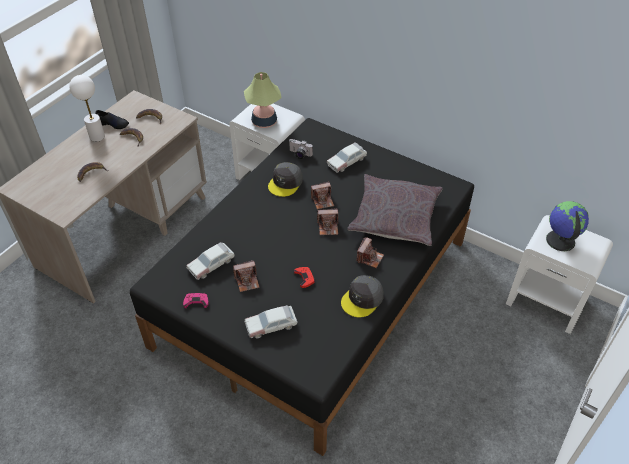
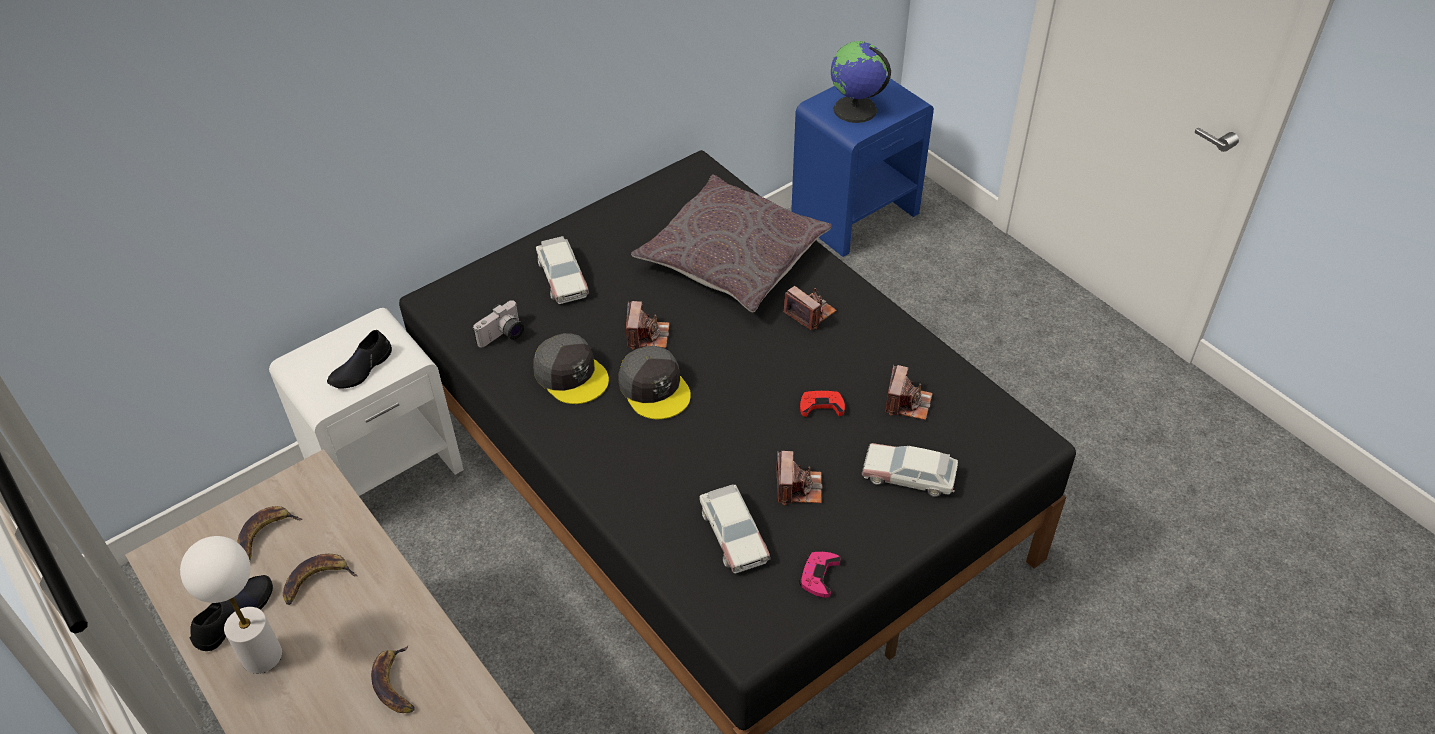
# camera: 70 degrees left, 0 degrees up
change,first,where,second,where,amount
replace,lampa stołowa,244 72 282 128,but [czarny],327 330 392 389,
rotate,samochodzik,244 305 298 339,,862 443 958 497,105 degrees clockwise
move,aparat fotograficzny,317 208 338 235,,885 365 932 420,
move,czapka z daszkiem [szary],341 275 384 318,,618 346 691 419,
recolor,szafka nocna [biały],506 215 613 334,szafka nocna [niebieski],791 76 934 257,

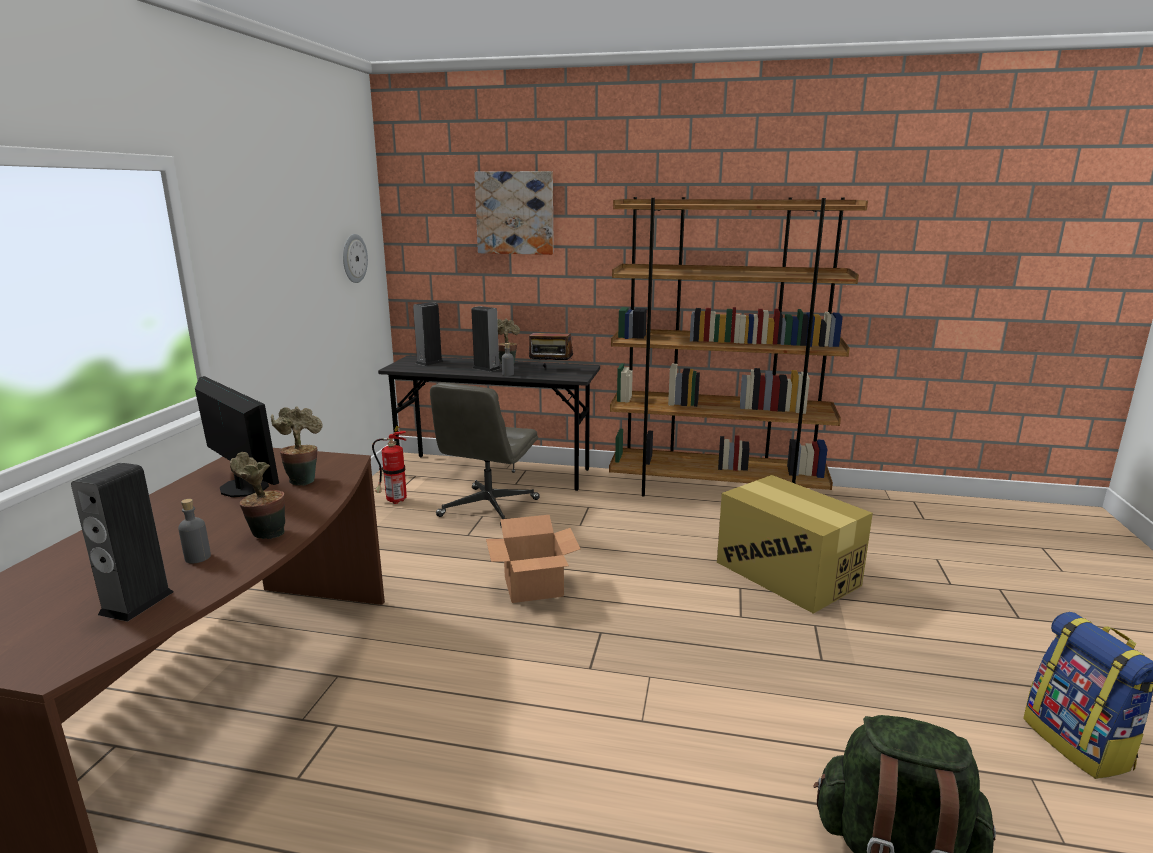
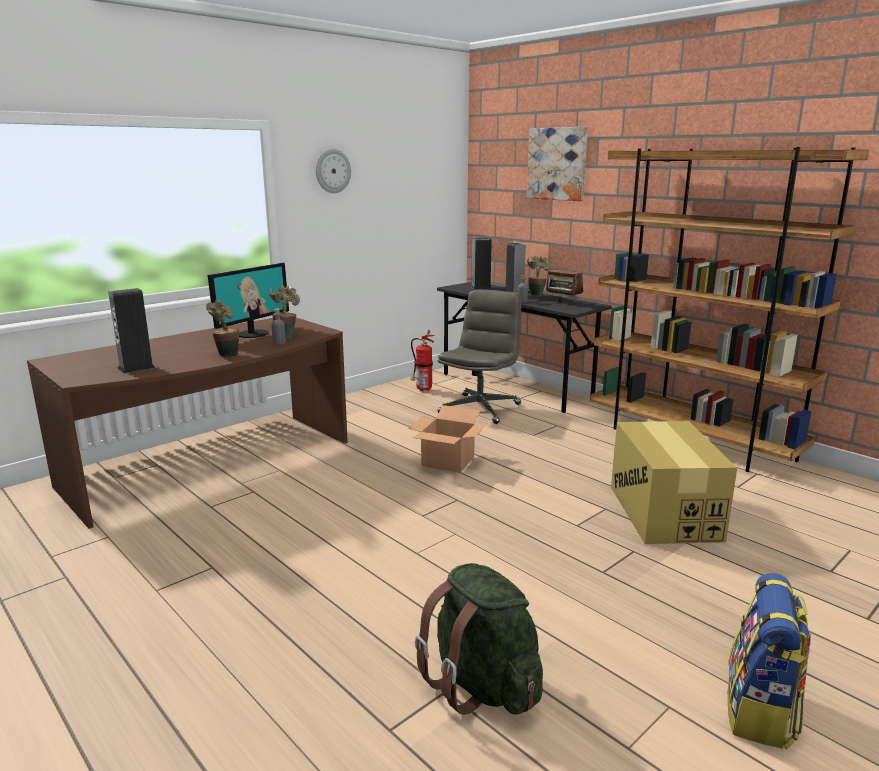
# camera: 35 degrees right, 0 degrees up
change,first,where,second,where,amount
move,butelka [szary],178 499 211 563,,271 308 286 344,
rotate,monitor,195 376 279 497,,208 263 289 338,45 degrees clockwise
move,zegar ścienny,343 234 368 283,,316 149 351 193,
rotate,krzesło biurowe [szary],430 383 540 528,,437 289 522 424,150 degrees clockwise

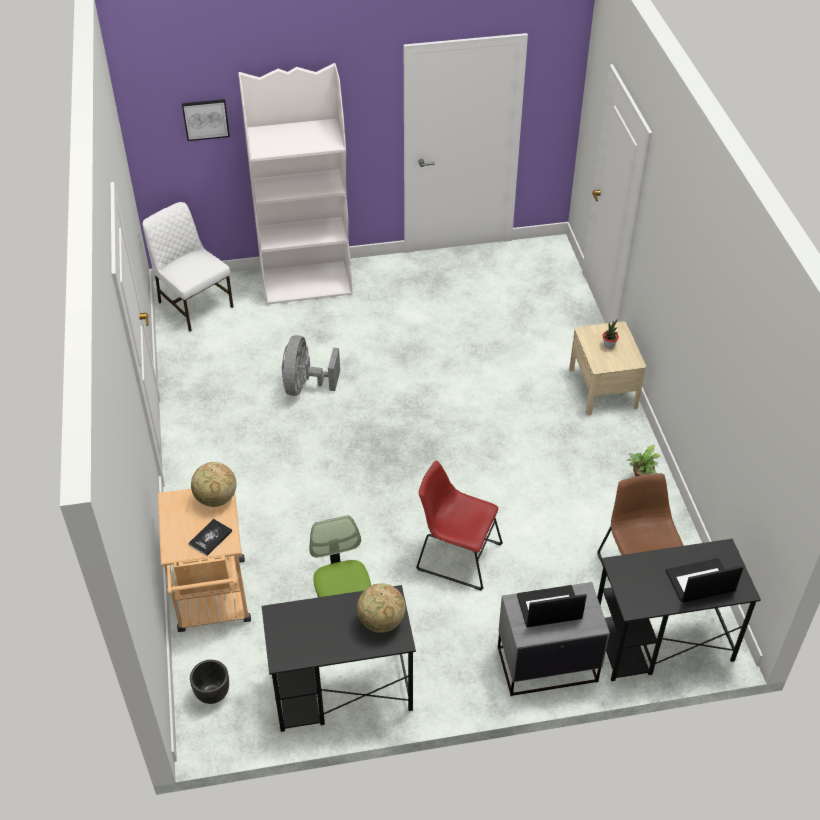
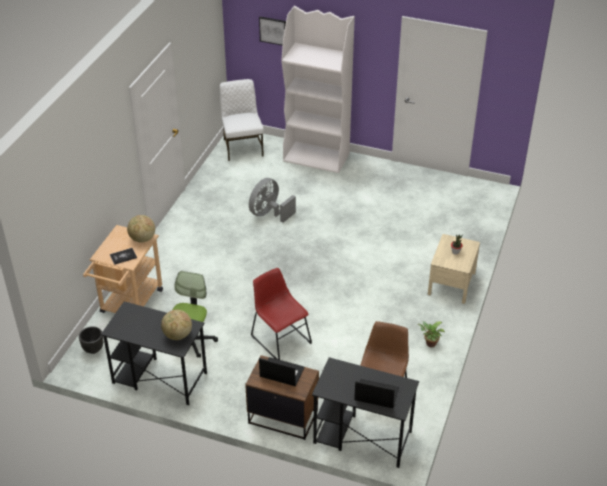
# camera: 30 degrees right, 5 degrees down
change,first,where,second,where,amount
recolor,szafka nocna [szary],498 582 610 696,szafka nocna [brązowy],245 355 319 440,

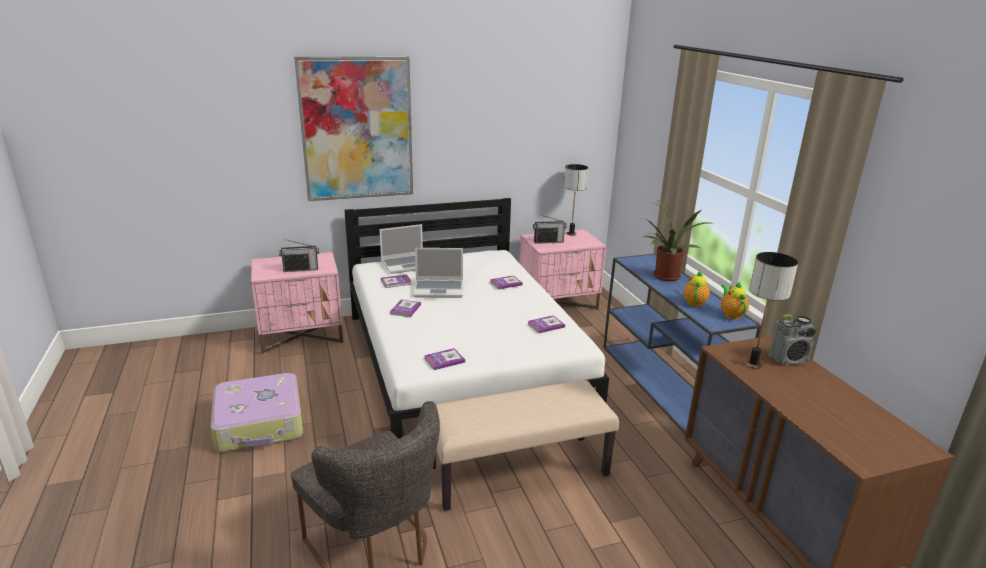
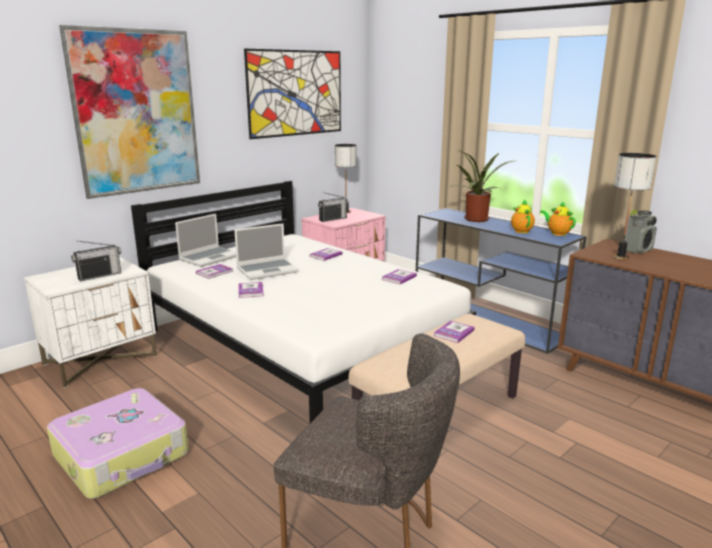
# camera: 25 degrees left, 5 degrees down
change,first,where,second,where,amount
recolor,szafka nocna [różowy],251 252 343 354,szafka nocna [biały],24 257 157 388,
move,książka,424 348 465 370,,434 321 475 343,
insert,,,obraz,244 49 341 139,

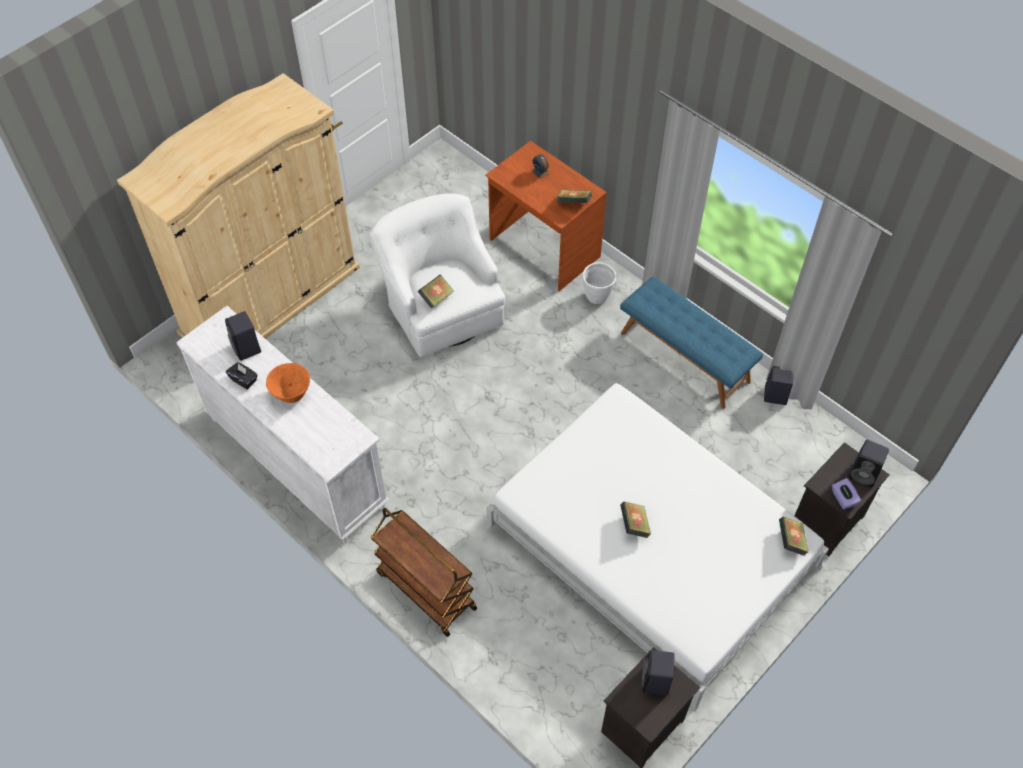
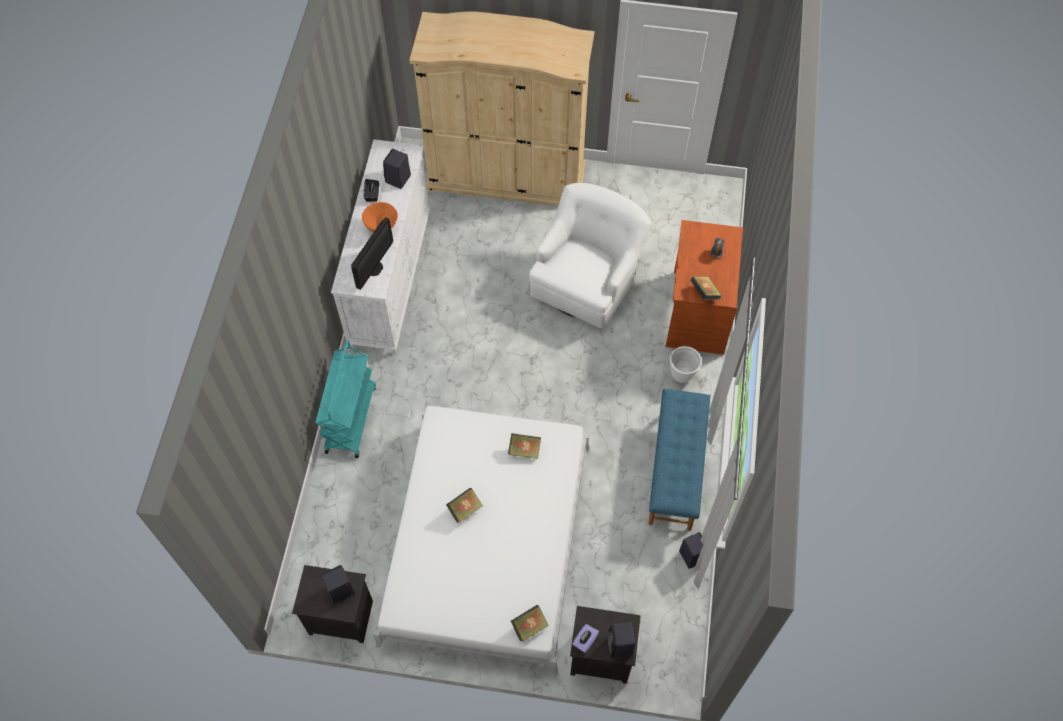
# camera: 55 degrees right, 5 degrees up
change,first,where,second,where,amount
recolor,wózek [brązowy],371 508 477 637,wózek [turkusowy],315 340 376 458,
move,książka,418 274 454 309,,508 433 541 459,
insert,,,monitor,351 217 393 290,

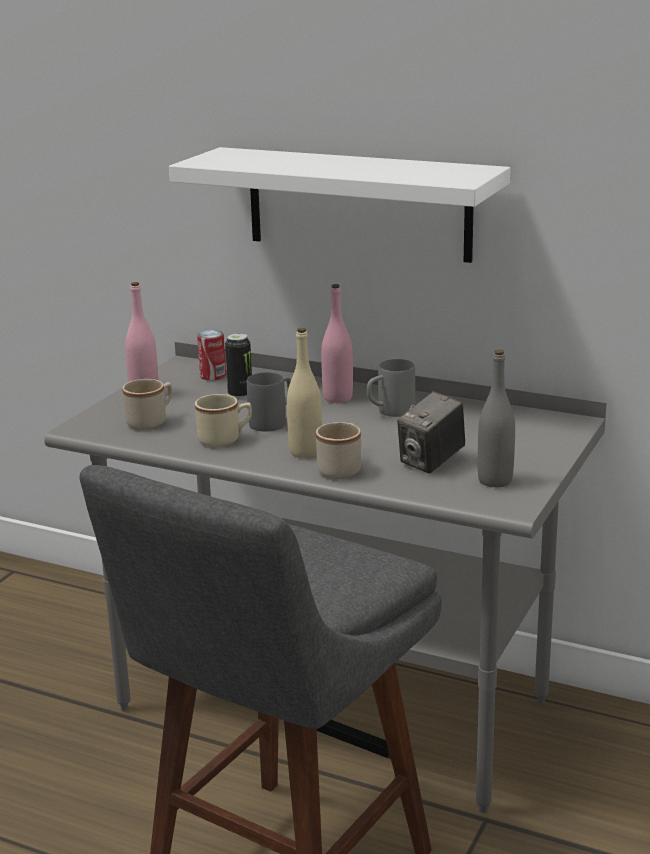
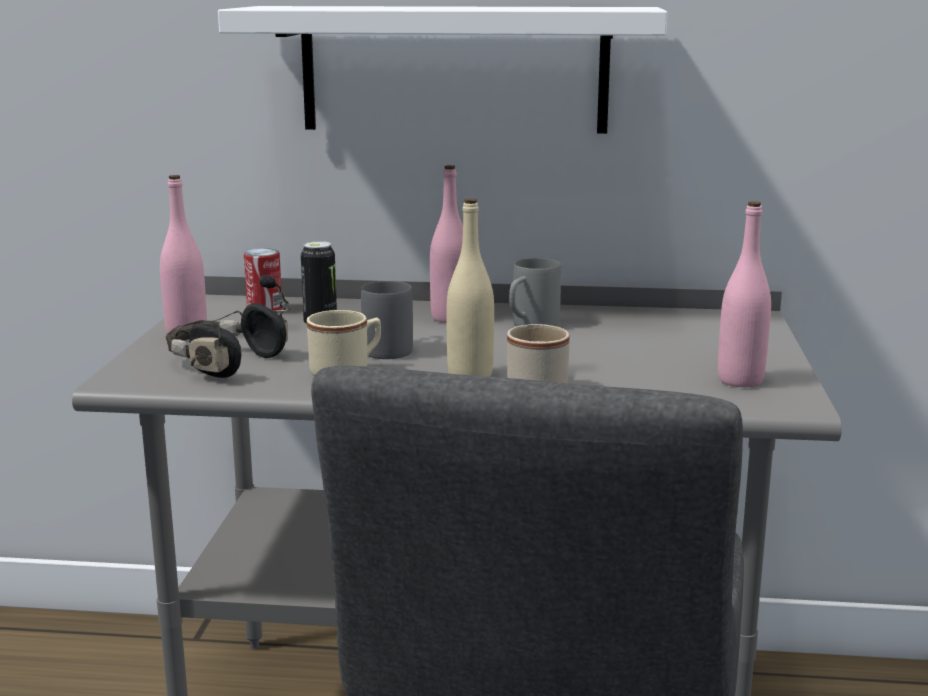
# camera: 20 degrees left, 5 degrees down
change,first,where,second,where,amount
replace,kubek [beżowy],122 379 172 430,słuchawki [czarny],166 275 291 378,
delete,aparat fotograficzny,397 391 465 474,,,
recolor,butelka [szary],478 350 515 487,butelka [różowy],718 201 771 387,

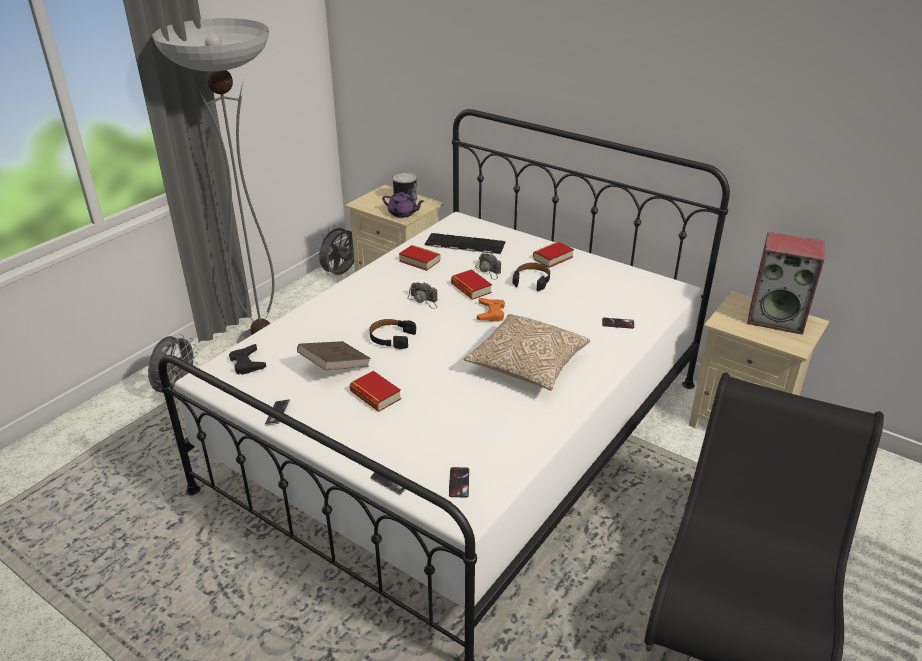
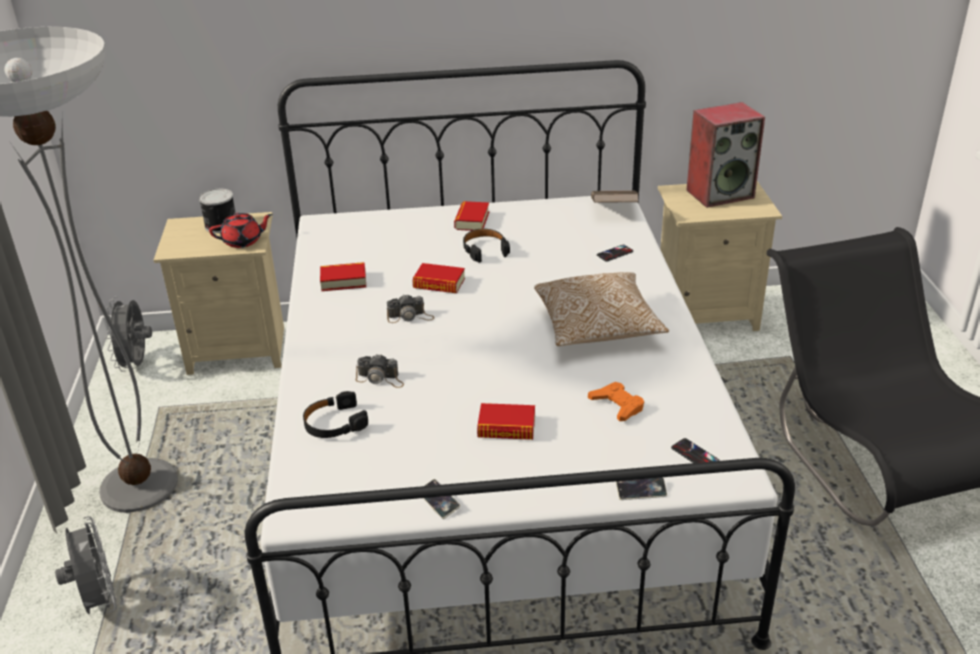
# camera: 40 degrees left, 0 degrees up
change,first,where,second,where,amount
delete,pad do gier [czarny],229 344 266 375,,,
move,książka [brązowy],297 341 371 370,,591 190 639 203,
move,słuchawki [czarny],370 319 416 349,,303 391 368 438,
recolor,imbryk [fioletowy],382 192 424 218,imbryk [czerwony],209 213 272 248,
delete,klawiatura,425 233 505 254,,,
move,aparat fotograficzny,475 253 501 280,,356 354 404 388,
move,pad do gier [pomarańczowy],477 298 505 322,,588 382 644 421,

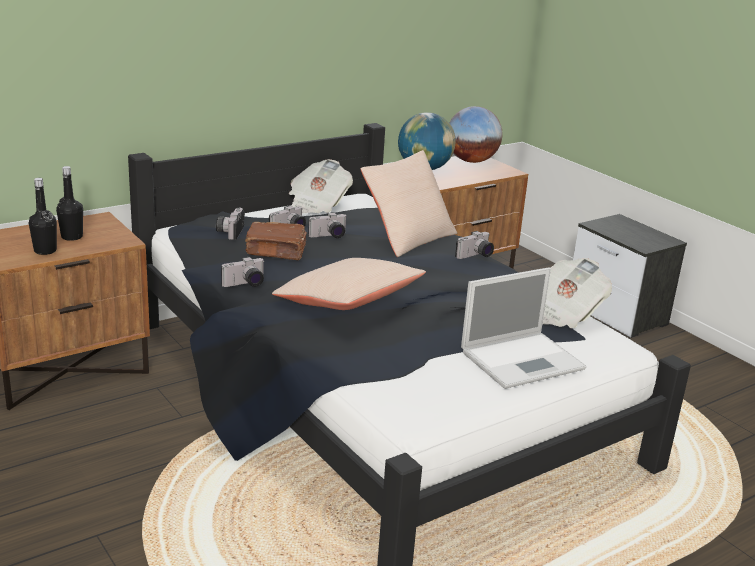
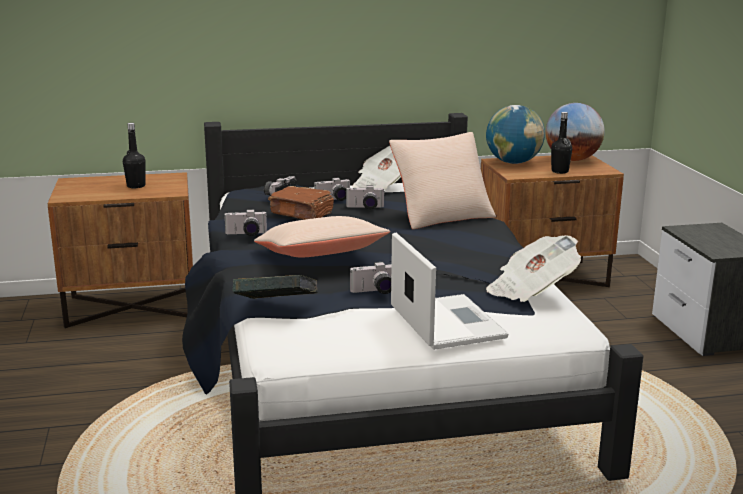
# camera: 25 degrees right, 5 degrees down
change,first,where,second,where,amount
move,butelka [czarny],29 178 57 255,,551 112 572 174,
move,aparat fotograficzny,455 231 494 259,,350 262 392 294,
rotate,laptop,461 267 587 389,,391 233 508 350,105 degrees counterclockwise
insert,,,książka,233 275 318 299,

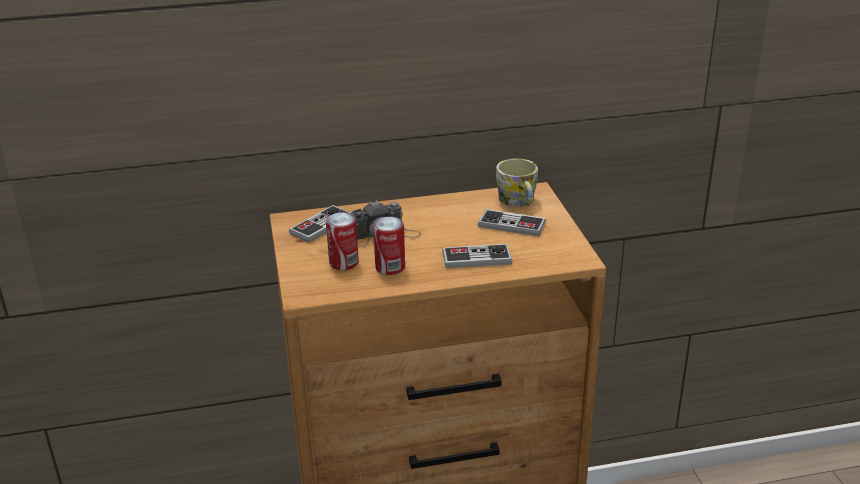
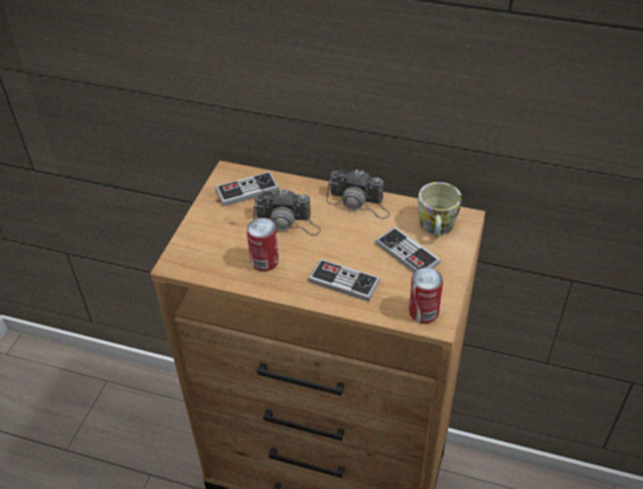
# camera: 30 degrees right, 15 degrees up
change,first,where,second,where,amount
move,puszka,326 212 359 270,,409 267 443 323,
insert,,,aparat fotograficzny,326 169 390 219,

